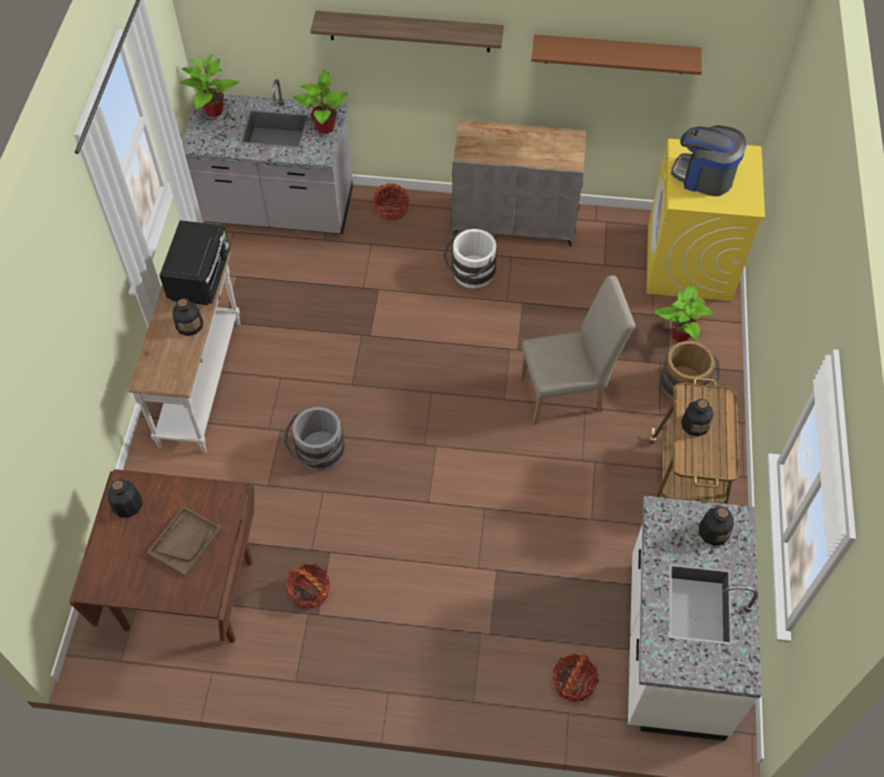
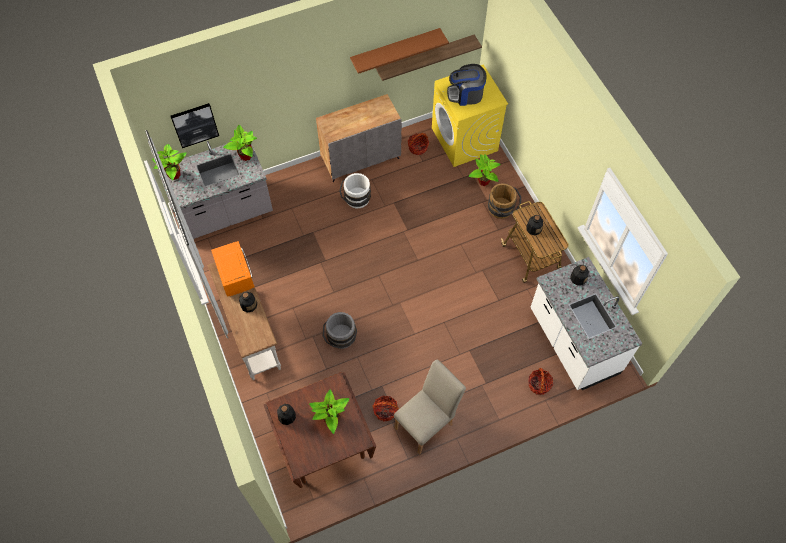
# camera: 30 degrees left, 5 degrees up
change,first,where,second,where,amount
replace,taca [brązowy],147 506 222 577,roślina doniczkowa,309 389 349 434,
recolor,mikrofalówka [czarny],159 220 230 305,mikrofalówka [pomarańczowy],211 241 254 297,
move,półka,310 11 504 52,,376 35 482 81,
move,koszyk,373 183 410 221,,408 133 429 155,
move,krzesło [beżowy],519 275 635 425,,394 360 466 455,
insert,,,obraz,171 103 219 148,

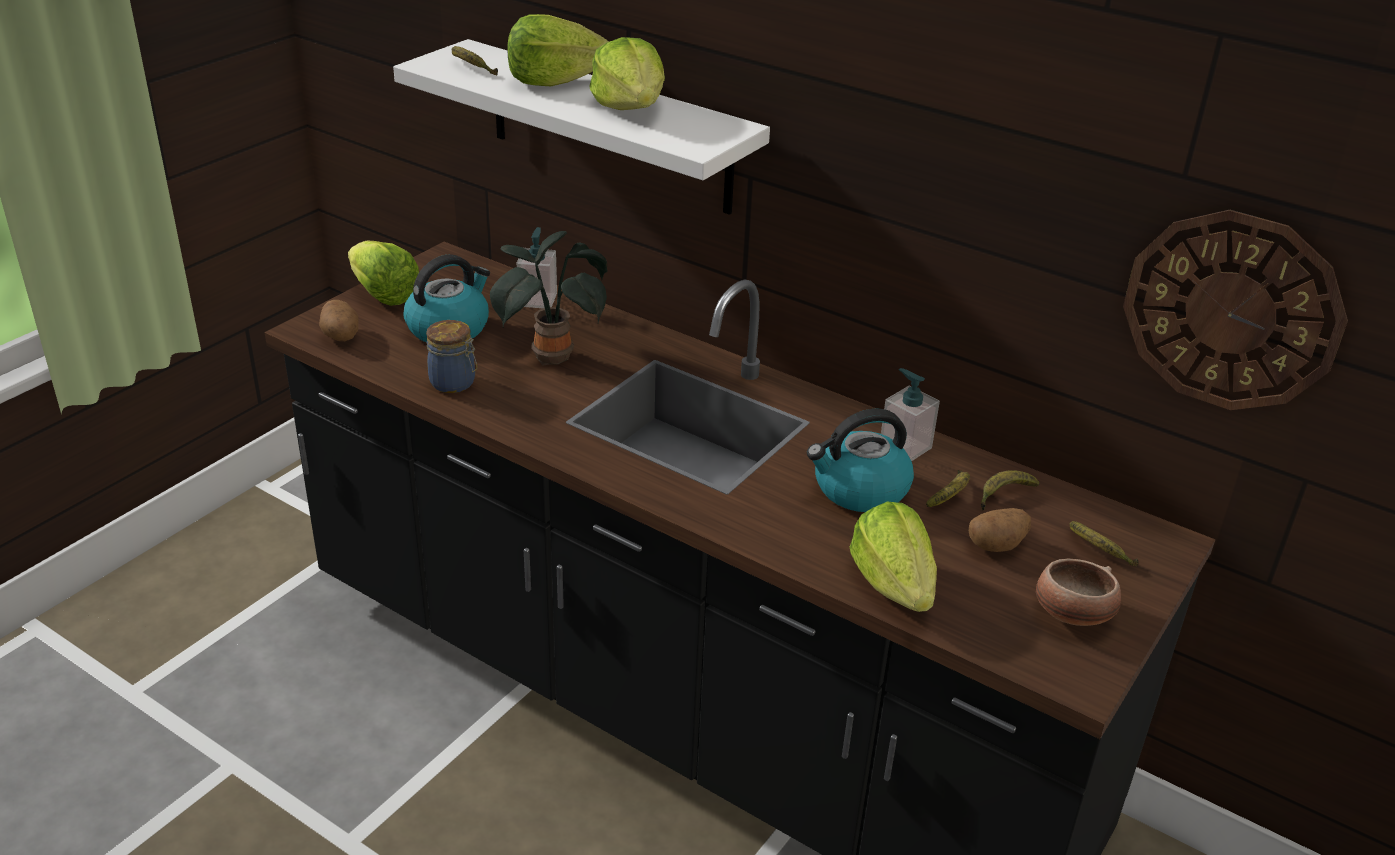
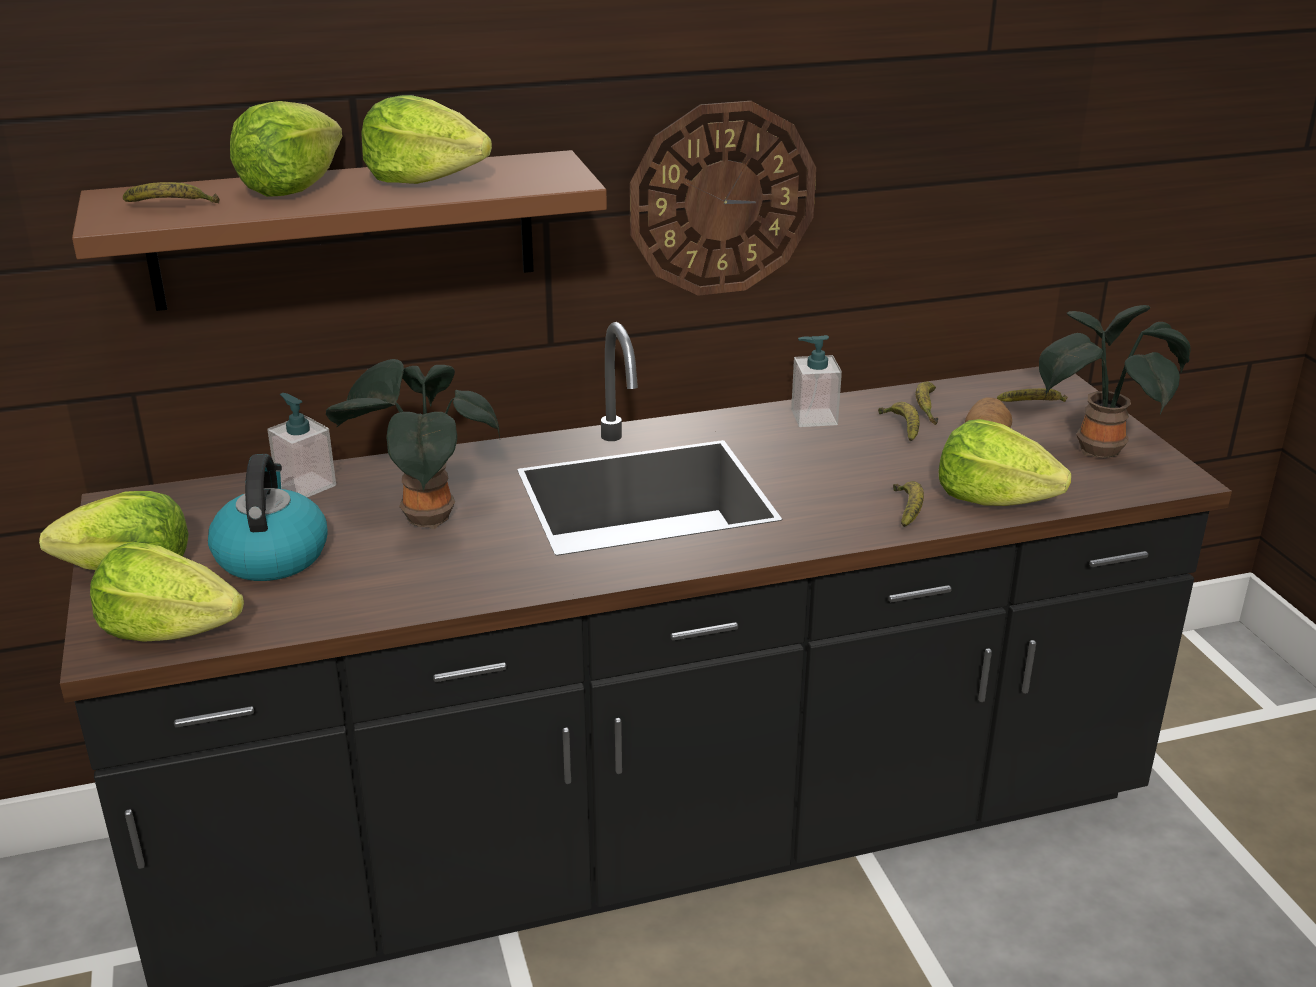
# camera: 50 degrees left, 5 degrees down
change,first,where,second,where,amount
replace,ziemniak,319 300 359 341,sałata,90 542 244 642,
recolor,półka [biały],393 39 770 215,półka [brązowy],72 150 607 311,
delete,słoik,426 320 477 393,,,
delete,czajnik,807 408 914 512,,,
replace,miska,1036 559 1121 626,roślina doniczkowa,1039 305 1191 458,
move,zegar ścienny,1123 210 1348 410,,629 101 816 296,
insert,,,banan,893 481 924 527,

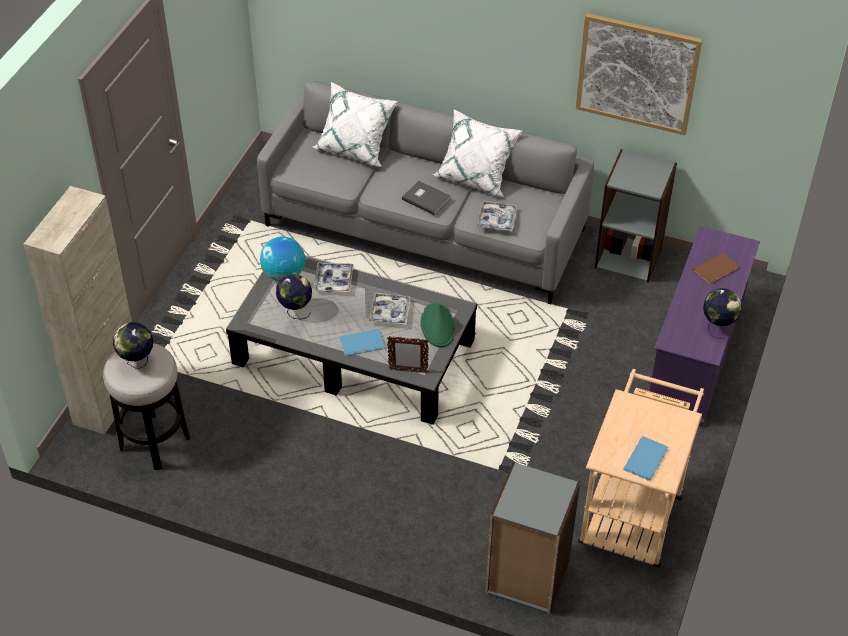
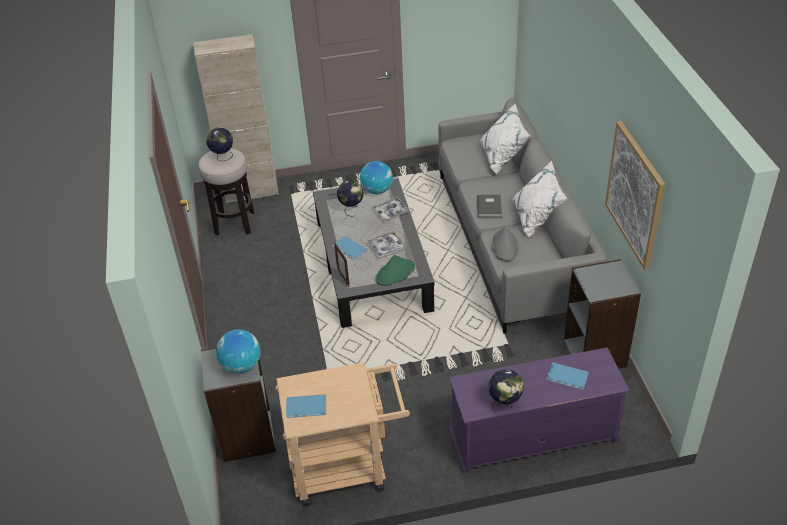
# camera: 60 degrees right, 5 degrees down
change,first,where,second,where,amount
replace,taca,477 201 518 231,kapelusz [szary],491 226 519 261,
recolor,książka [brązowy],692 253 739 285,książka [niebieski],546 362 589 390,
insert,,,globus,216 329 261 373,

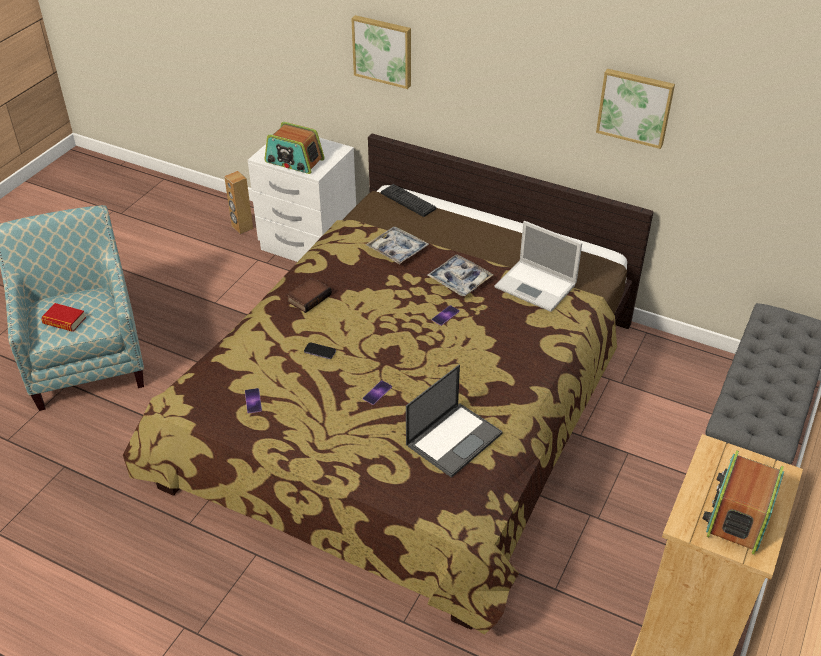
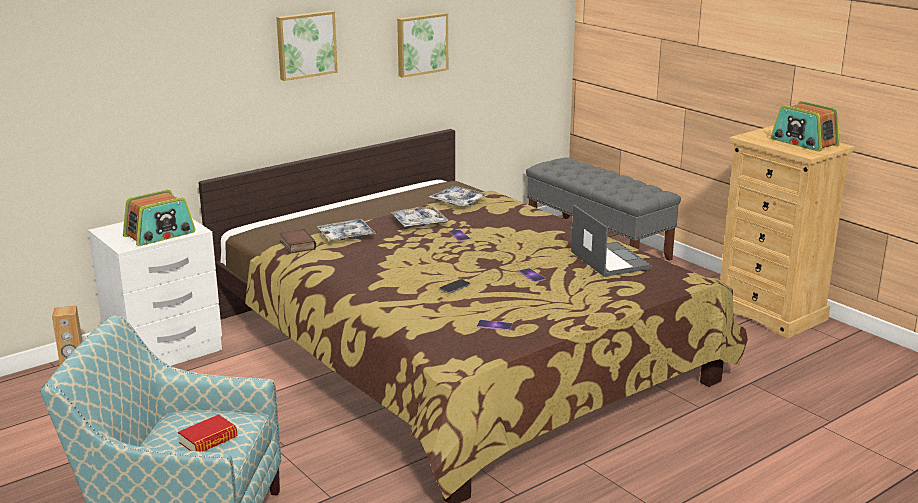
# camera: 65 degrees left, 20 degrees down
change,first,where,second,where,amount
move,książka,287 277 332 313,,280 229 316 253,
move,obraz,351 15 411 89,,276 11 338 81,
delete,klawiatura,381 184 436 217,,,
replace,laptop,494 221 582 312,taca,429 186 489 206,

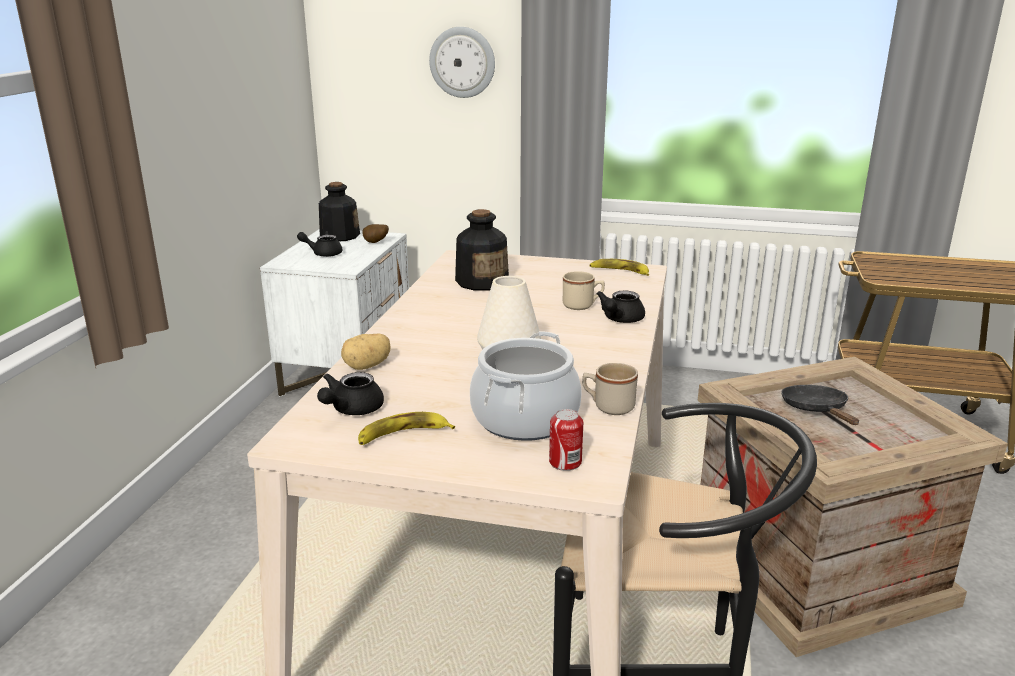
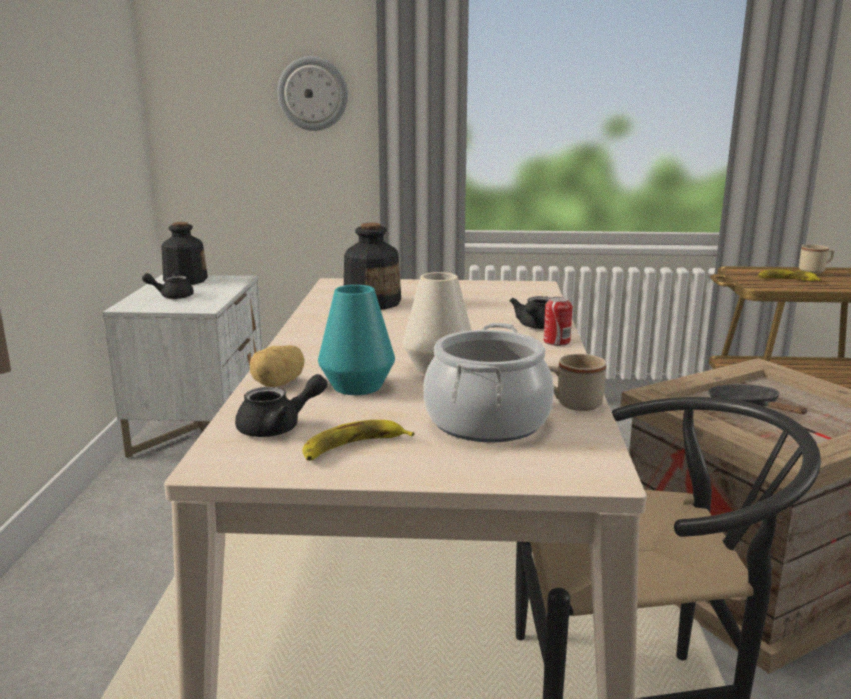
# camera: 10 degrees left, 5 degrees down
change,first,where,second,where,amount
rotate,imbryk [czarny],317 372 384 415,,235 374 327 437,135 degrees counterclockwise
delete,ziemniak,362 224 389 243,,,
move,puszka,549 409 583 471,,544 297 572 346,
move,kubek [beżowy],563 271 605 310,,799 244 834 273,
move,banan,589 259 649 276,,758 269 822 281,
insert,,,wazon [turkusowy],318 285 395 395,

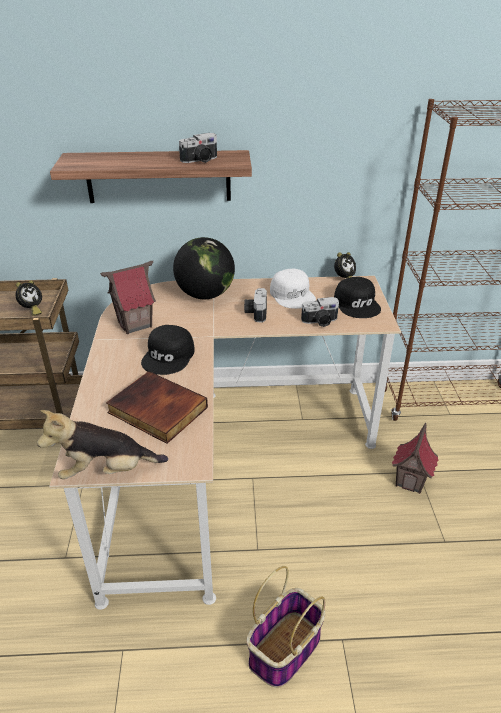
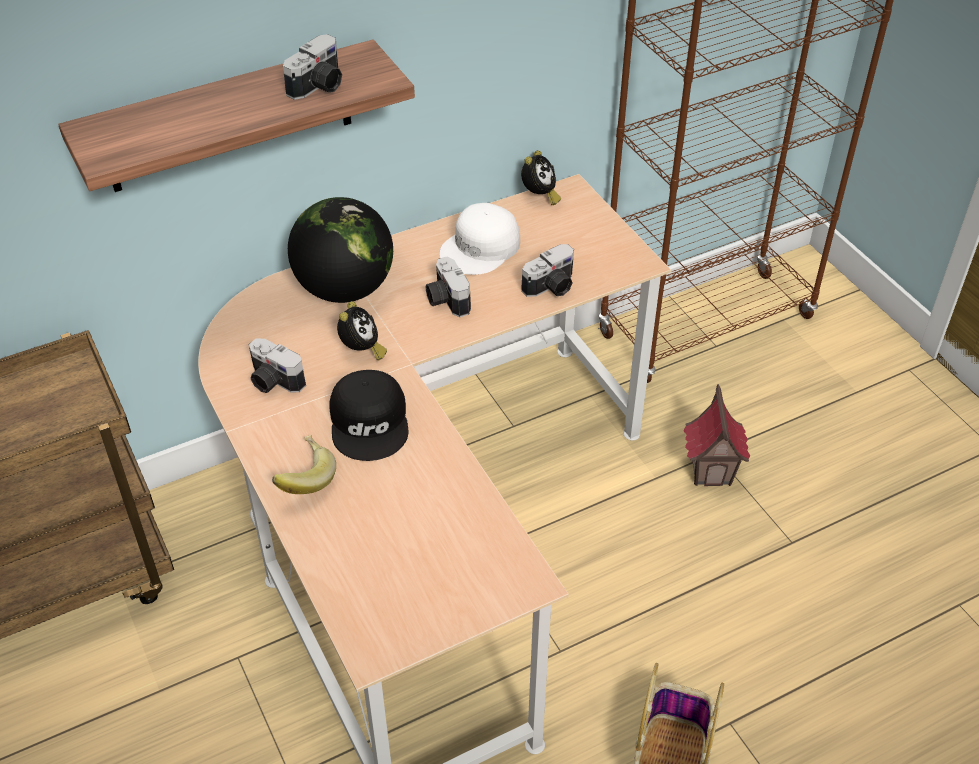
# camera: 25 degrees left, 10 degrees up
change,first,where,second,where,amount
move,budzik,15 280 42 316,,337 301 387 361,
delete,pluszak,37 410 168 479,,,
replace,domek,100 261 156 334,aparat fotograficzny,249 339 306 393,
delete,książka,106 371 208 444,,,
rotate,czapka z daszkiem [biały],270 269 316 309,,439 203 520 275,90 degrees clockwise
delete,czapka z daszkiem [czarny],334 277 381 318,,,
insert,,,banan,272 435 336 494,

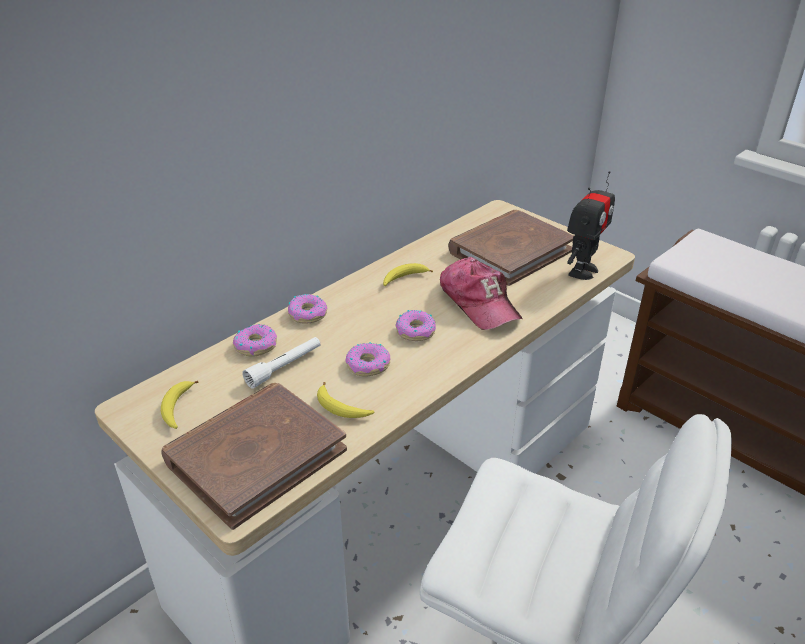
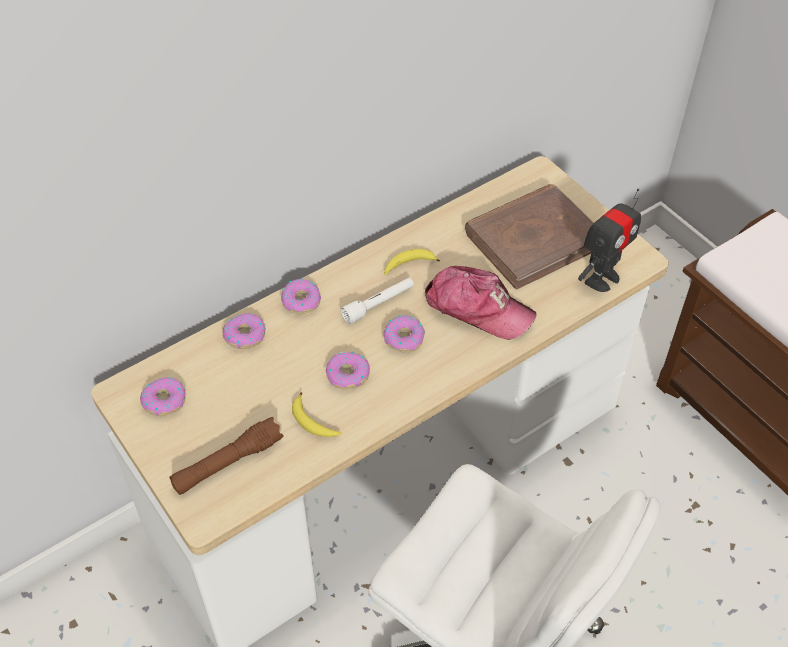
# camera: 10 degrees right, 15 degrees up
change,first,where,second,where,amount
replace,banan,161 381 199 429,donut,140 377 186 416,
replace,książka [brązowy],162 383 347 530,latarka [brązowy],170 417 284 495,
move,latarka [biały],242 337 320 389,,341 277 414 324,
rotate,czapka z daszkiem,440 257 522 330,,425 266 537 340,45 degrees counterclockwise

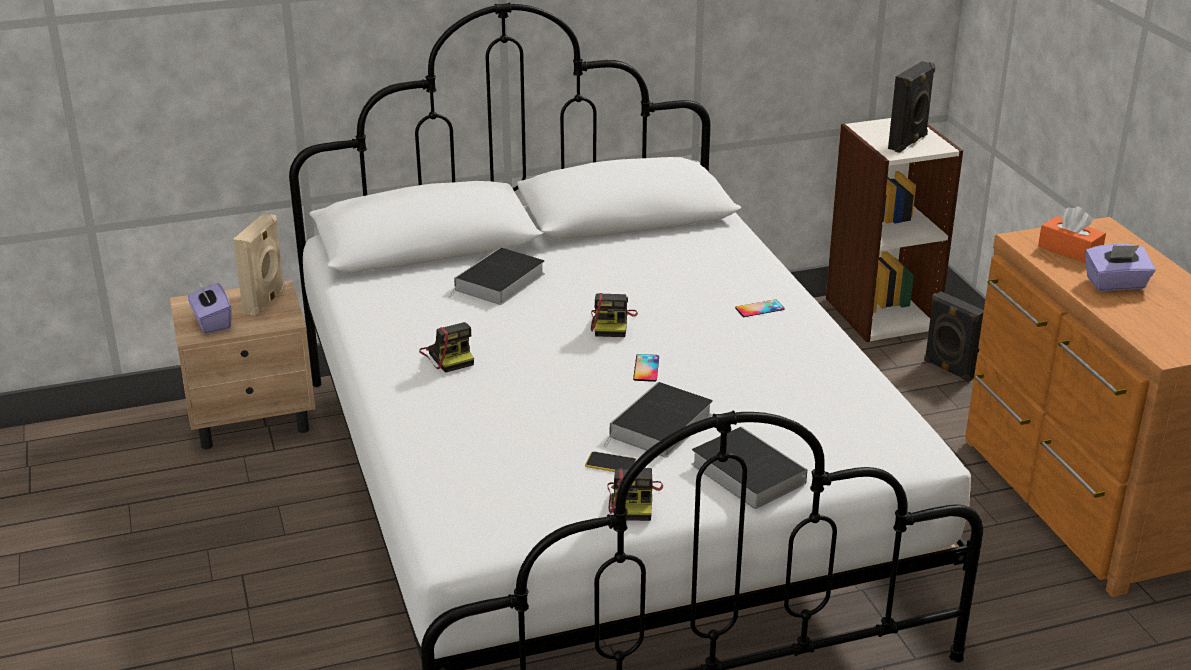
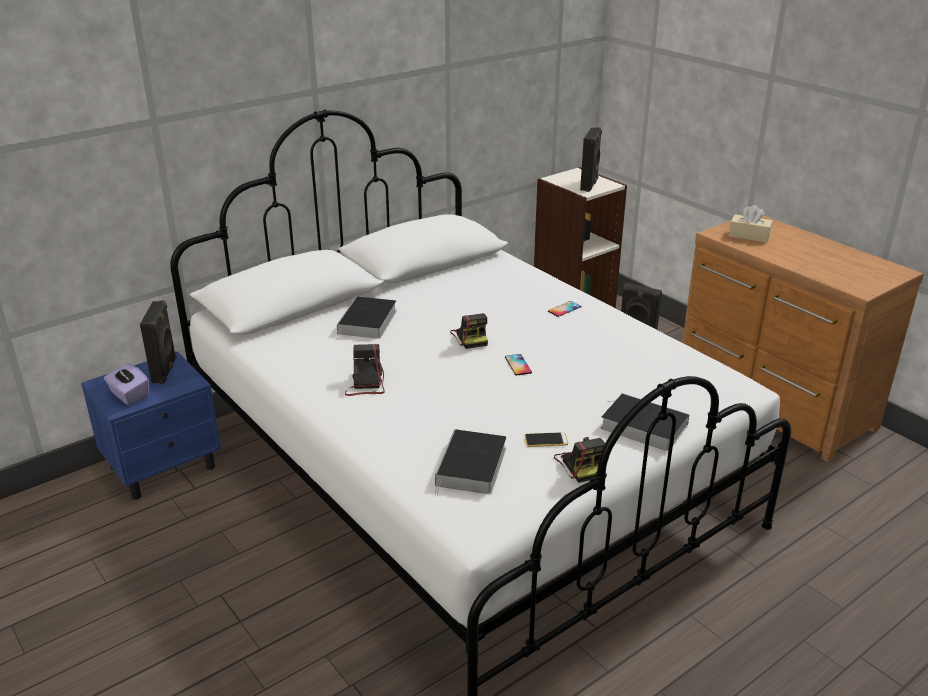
# camera: 20 degrees left, 0 degrees up
change,first,where,second,where,amount
recolor,szafka nocna [beżowy],170 280 315 449,szafka nocna [niebieski],81 351 221 500,
recolor,głośnik [beżowy],233 214 285 316,głośnik [czarny],140 300 177 384,
rotate,aparat fotograficzny,419 322 474 373,,345 344 385 396,135 degrees counterclockwise
move,książka,603 382 713 458,,435 429 506 496,
recolor,pudełko chusteczek [pomarańczowy],1038 207 1106 263,pudełko chusteczek [beżowy],729 205 773 243,
delete,pudełko chusteczek [fioletowy],1085 244 1155 291,,,

